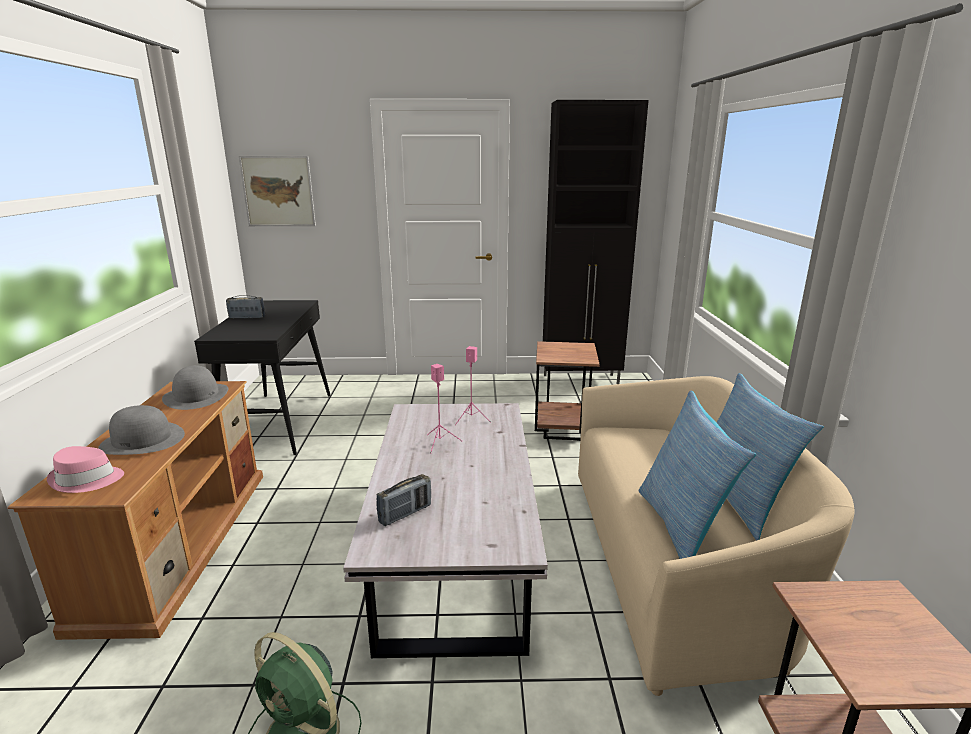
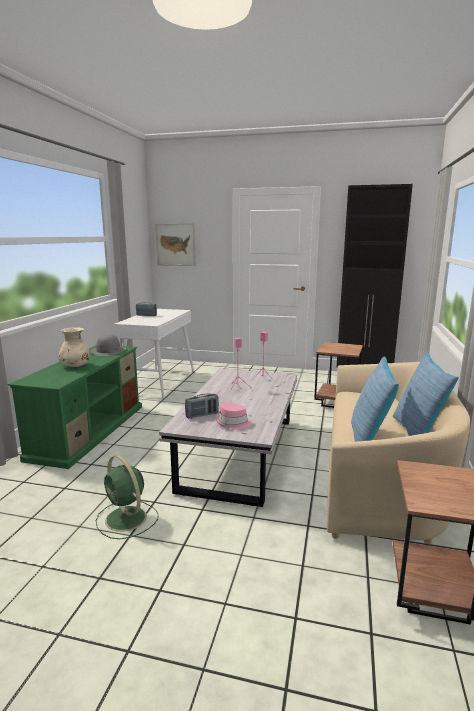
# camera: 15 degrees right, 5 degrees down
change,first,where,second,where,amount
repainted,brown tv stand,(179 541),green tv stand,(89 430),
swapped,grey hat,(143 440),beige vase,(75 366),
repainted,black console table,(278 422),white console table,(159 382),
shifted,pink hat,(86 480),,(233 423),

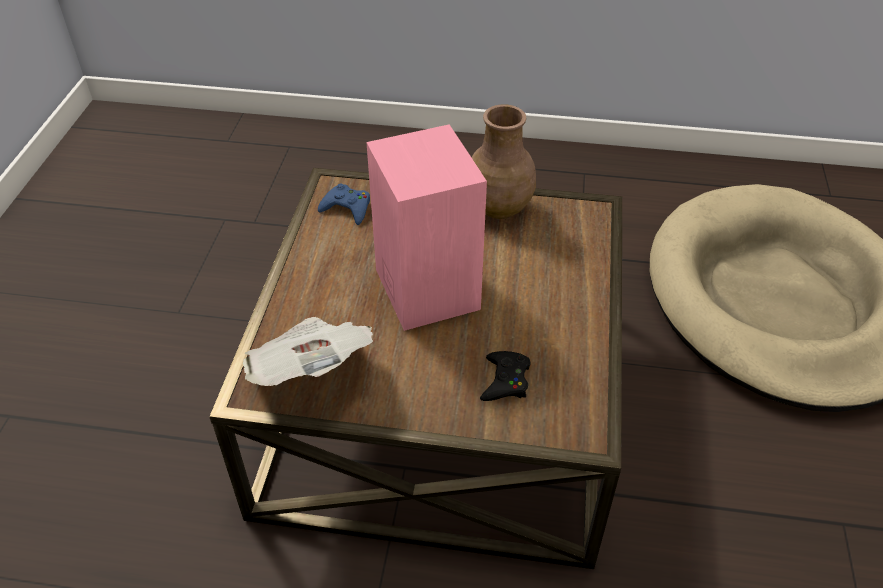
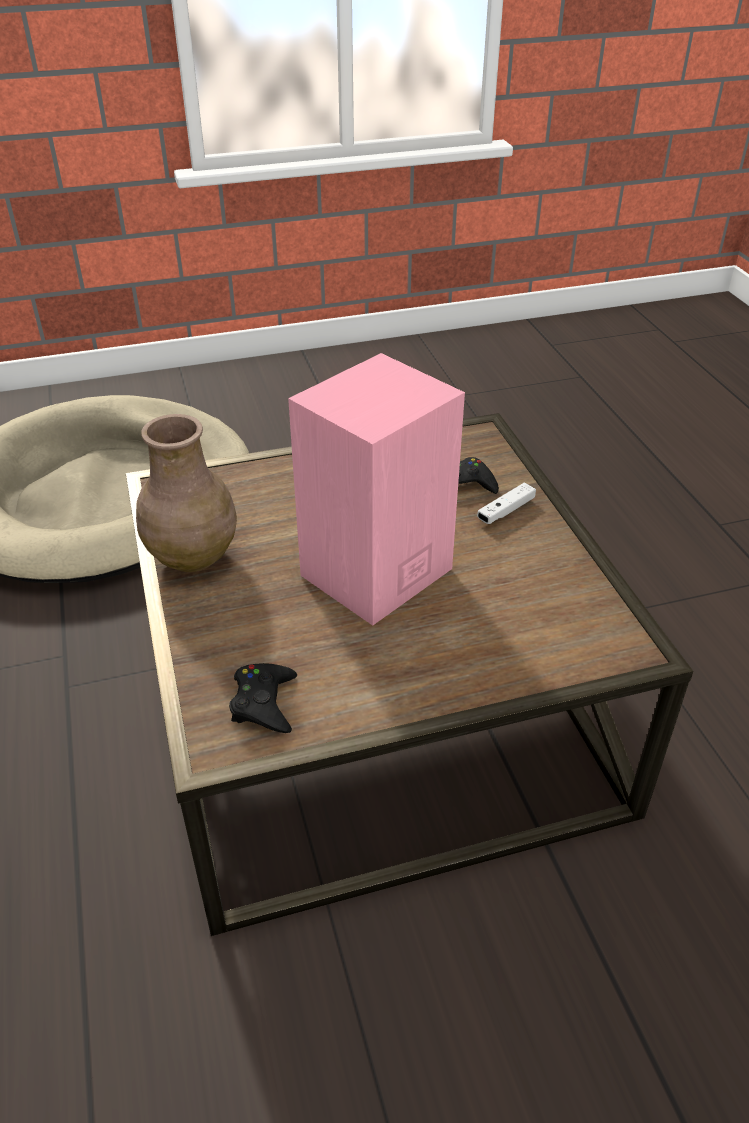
# camera: 115 degrees left, 5 degrees down
change,first,where,second,where,amount
repainted,blue game controller,(347 208),black game controller,(264 703),
new,,,white game controller,(506 511),
gone,newspaper,(310 371),,,

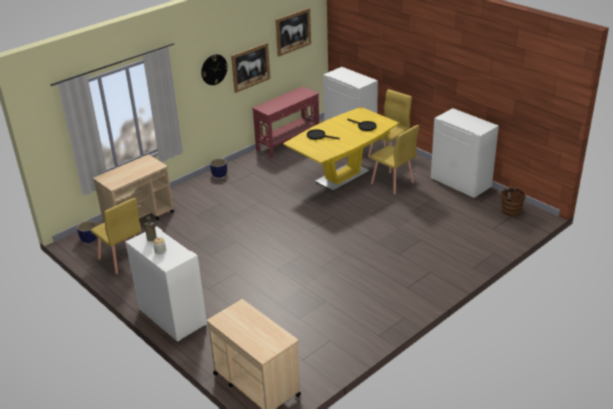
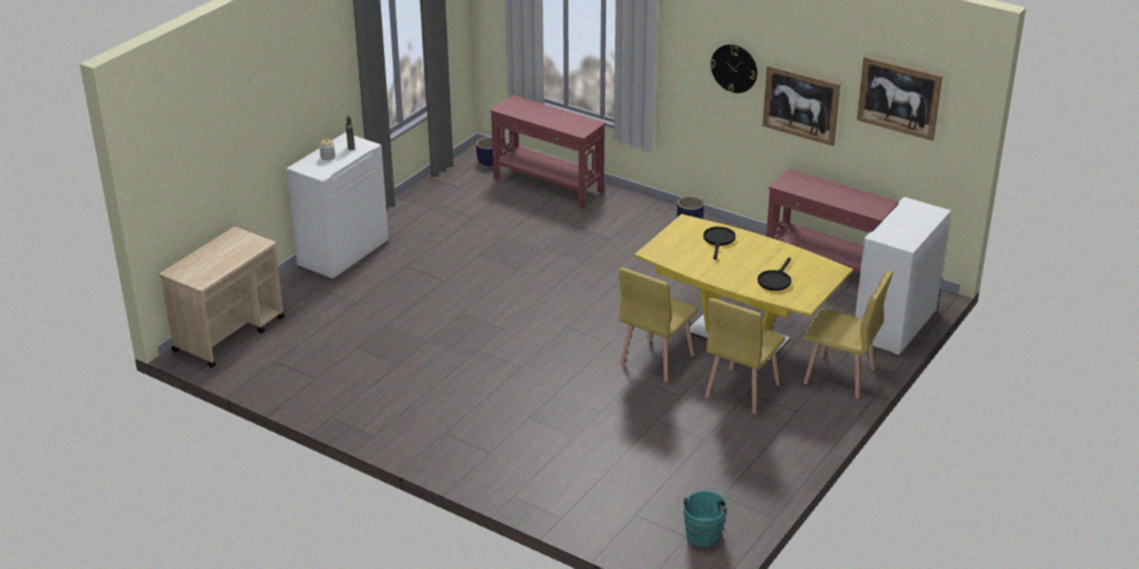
# camera: 75 degrees right, 0 degrees up
change,first,where,second,where,amount
swapped,beige cart,(139 218),red console table,(548 185),
shifted,yellow chair,(121 259),,(656 359),
repainted,brown bucket,(509 210),turquoise bucket,(704 533),
gone,white cabinet,(461 183),,,

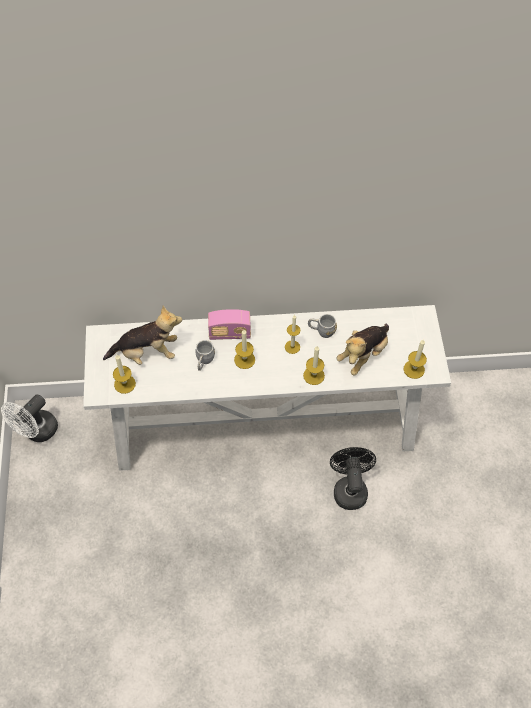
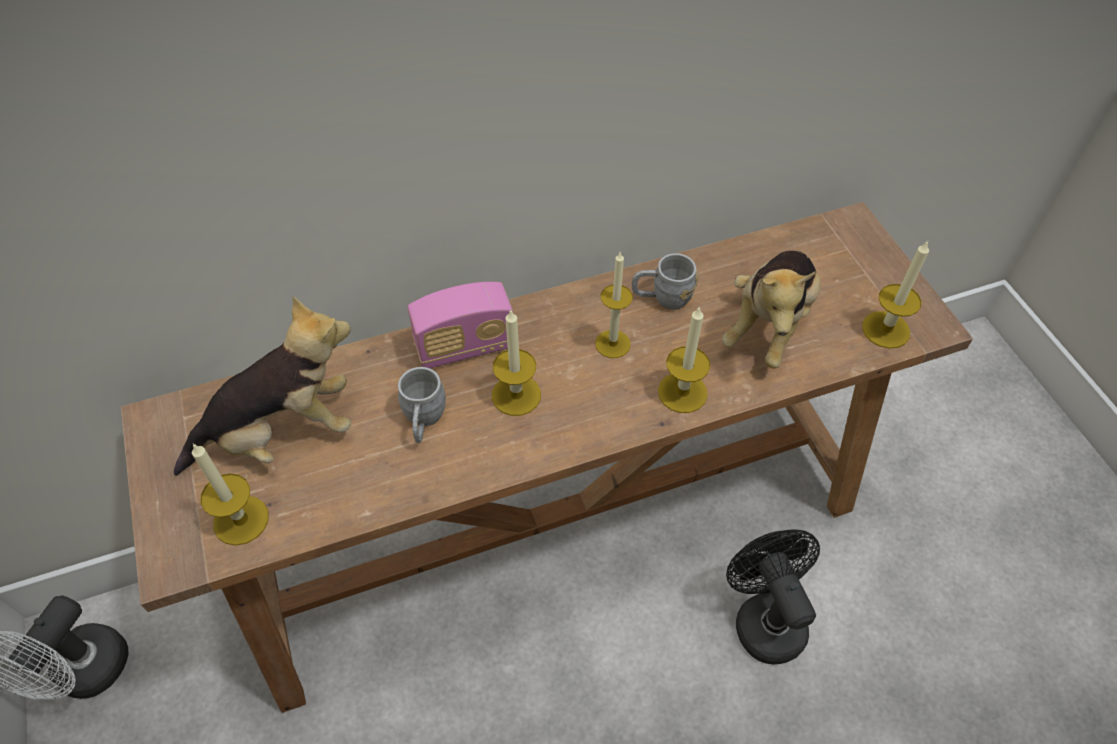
# camera: 15 degrees left, 5 degrees down
change,first,where,second,where,amount
repainted,white console table,(266 425),brown console table,(561 534),

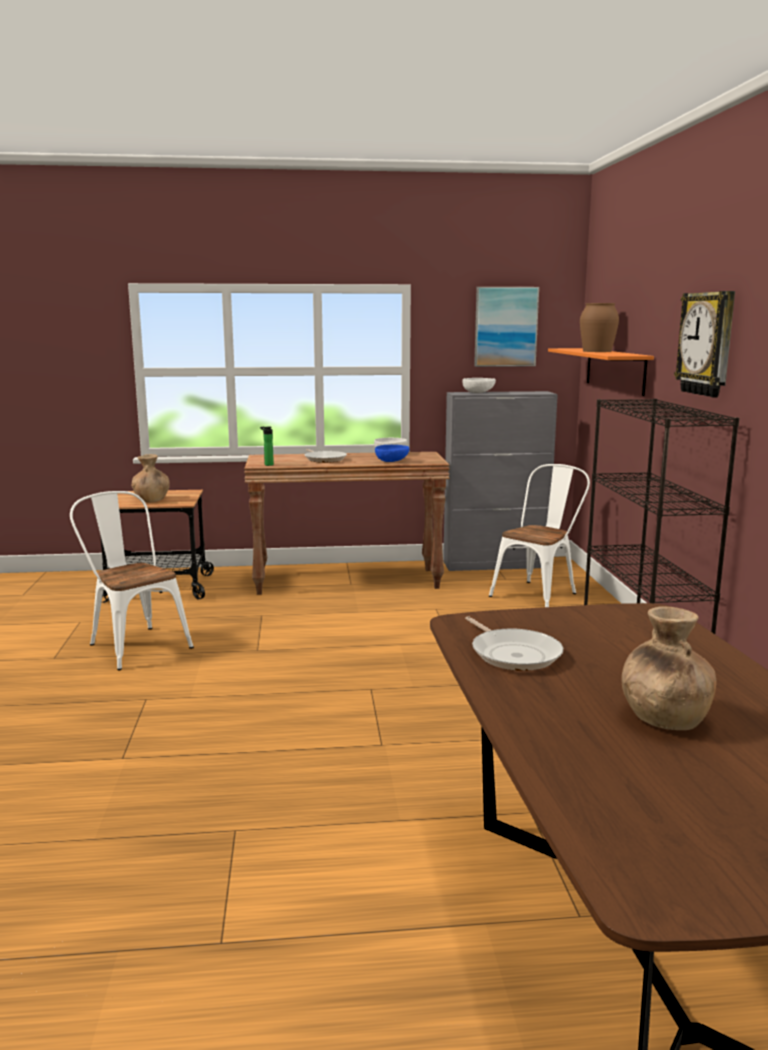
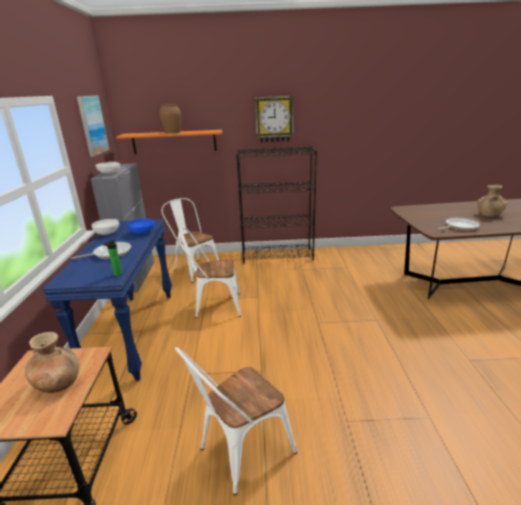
# camera: 85 degrees left, 10 degrees up
change,first,where,second,where,amount
repainted,brown console table,(347 581),blue console table,(133 332),
new,,,white chair,(214 306),

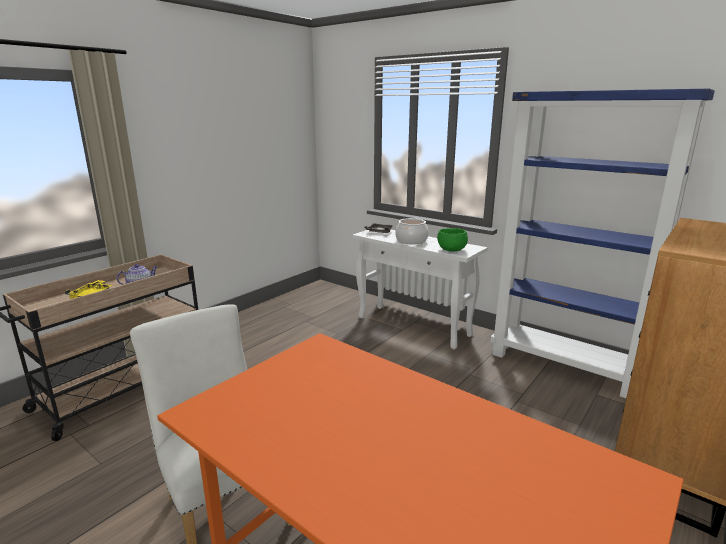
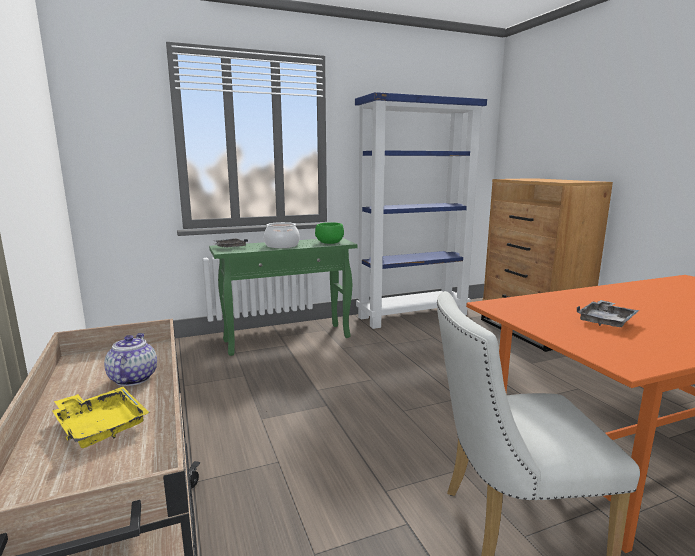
# camera: 60 degrees left, 5 degrees down
change,first,where,second,where,amount
repainted,white console table,(414 326),green console table,(288 339),
new,,,grey tray,(606 321),

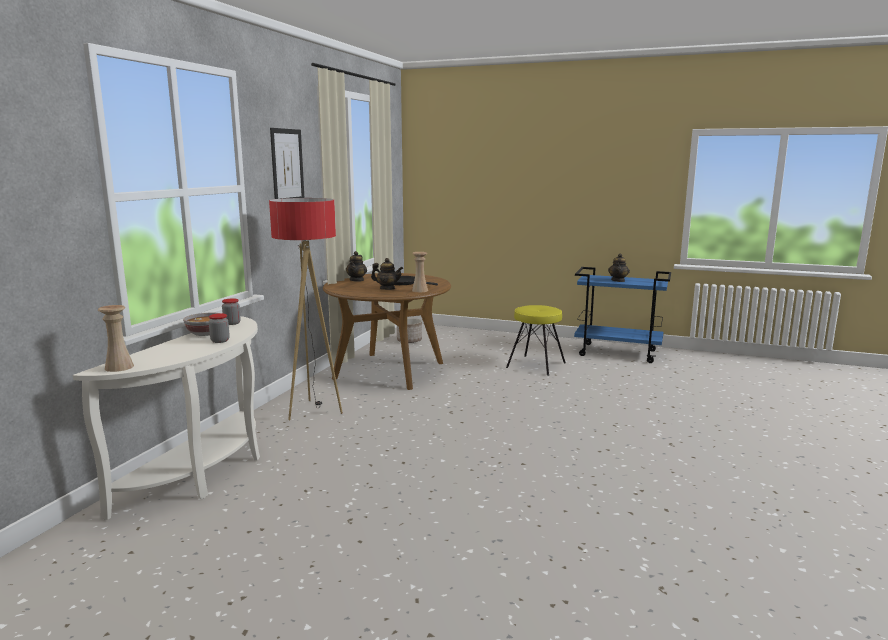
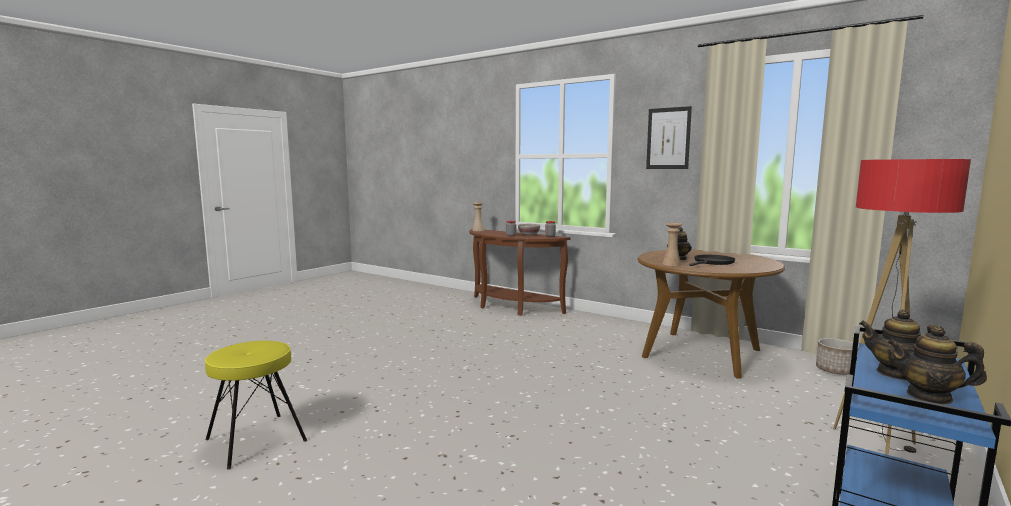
# camera: 105 degrees right, 5 degrees down
change,first,where,second,where,amount
shifted,yellow stool,(536 365),,(255 440),
repainted,white console table,(206 472),brown console table,(510 307),
shifted,floor lamp,(313 411),,(877 445),
shifted,teapot,(357 280),,(929 396),

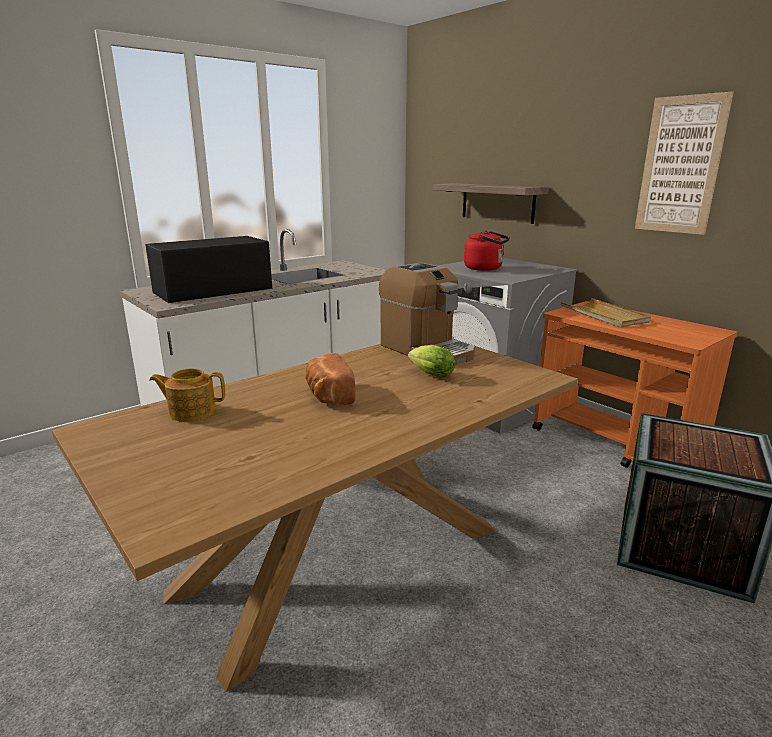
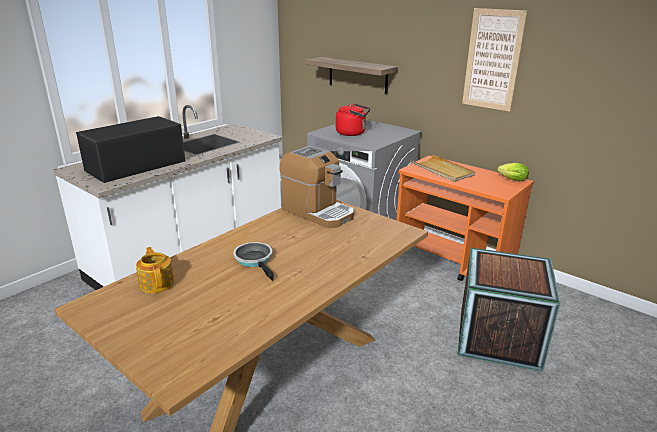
# camera: 10 degrees left, 5 degrees up
change,first,where,second,where,amount
rotated,teapot,(191 411),,(157 283),75 degrees clockwise
swapped,bread,(328 395),frying pan,(255 260),
shifted,lettuce,(429 374),,(511 180),

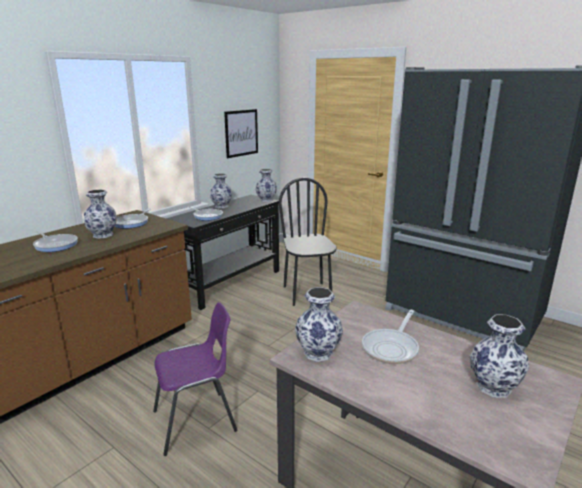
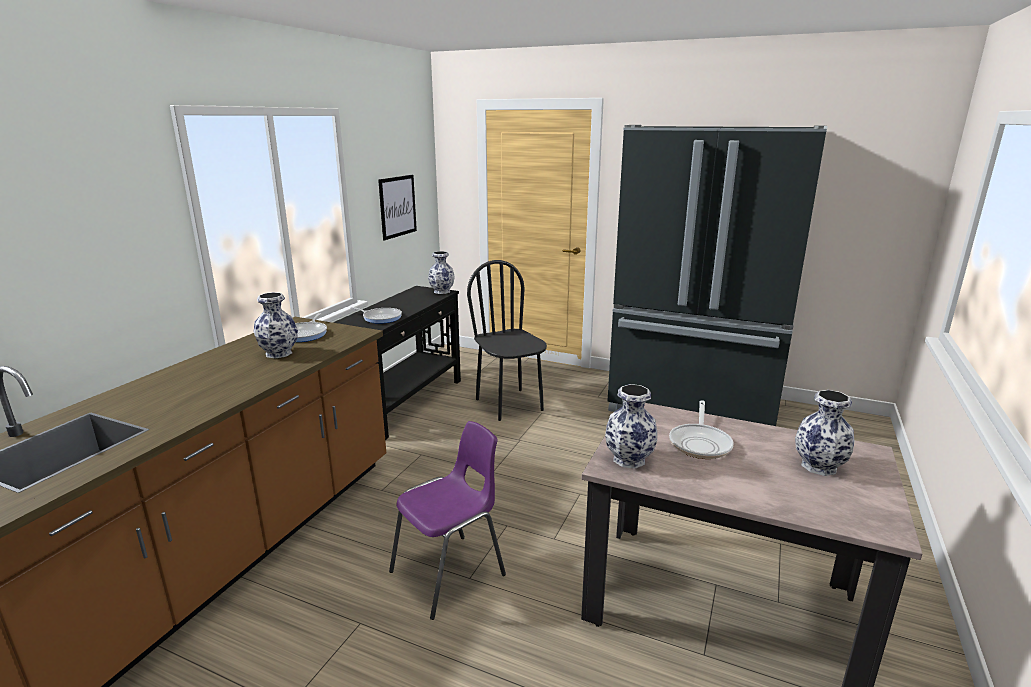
# camera: 15 degrees left, 0 degrees up
change,first,where,second,where,amount
gone,frying pan,(55 245),,,
gone,vase,(221 206),,,

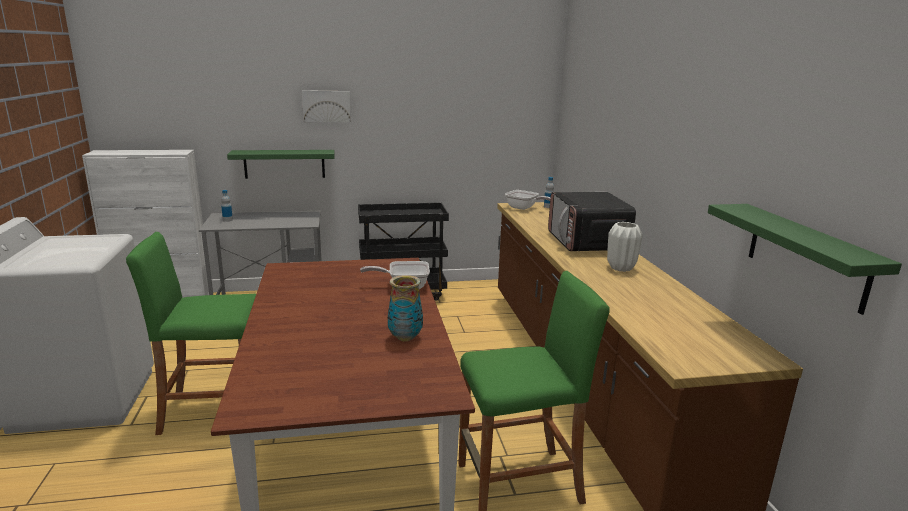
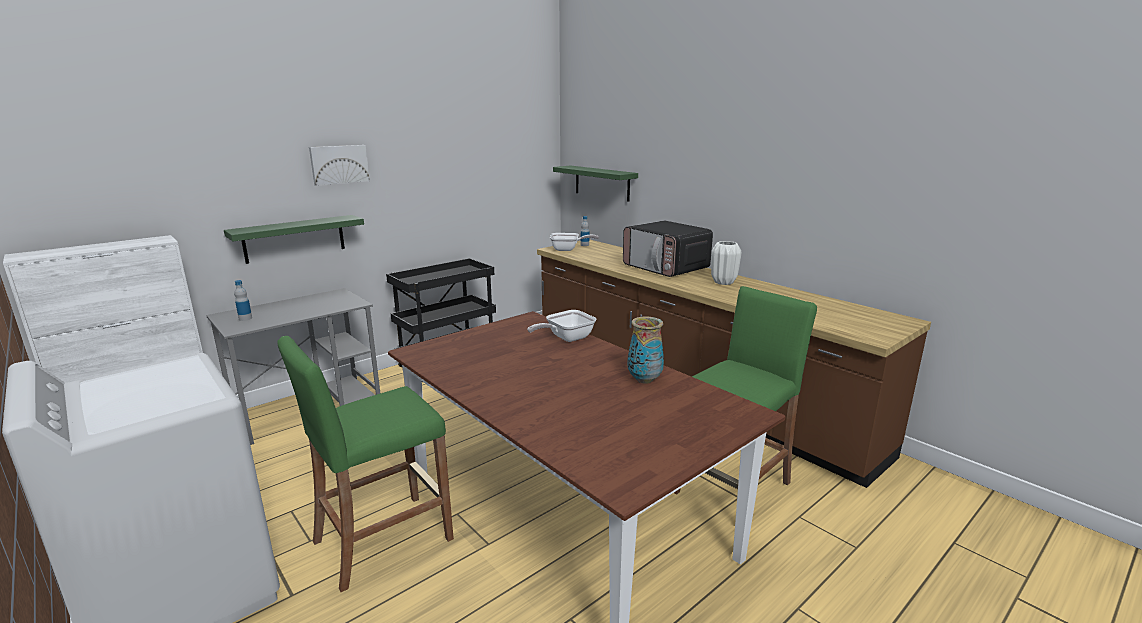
# camera: 30 degrees left, 0 degrees up
change,first,where,second,where,amount
shifted,green shelf,(806 255),,(602 183),

